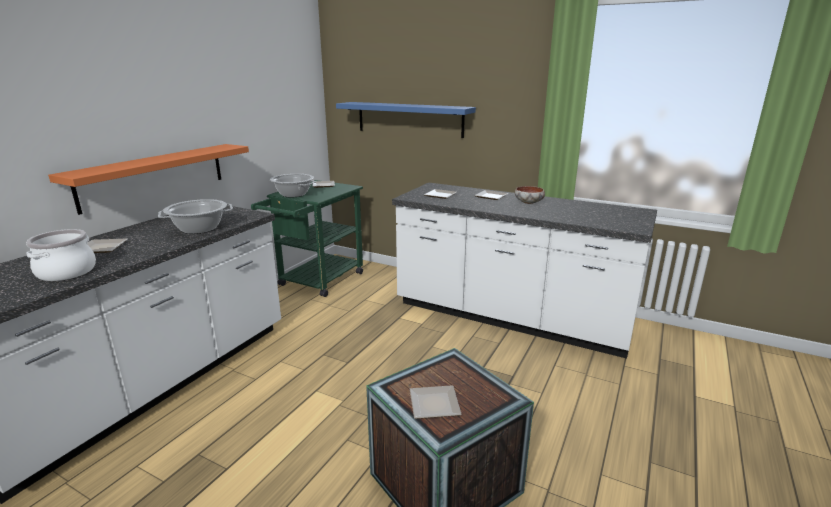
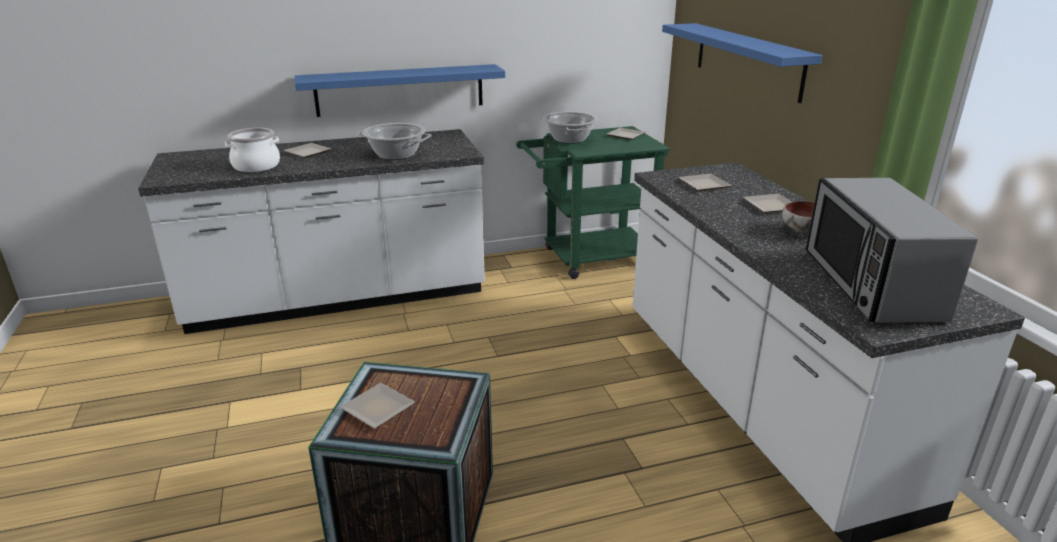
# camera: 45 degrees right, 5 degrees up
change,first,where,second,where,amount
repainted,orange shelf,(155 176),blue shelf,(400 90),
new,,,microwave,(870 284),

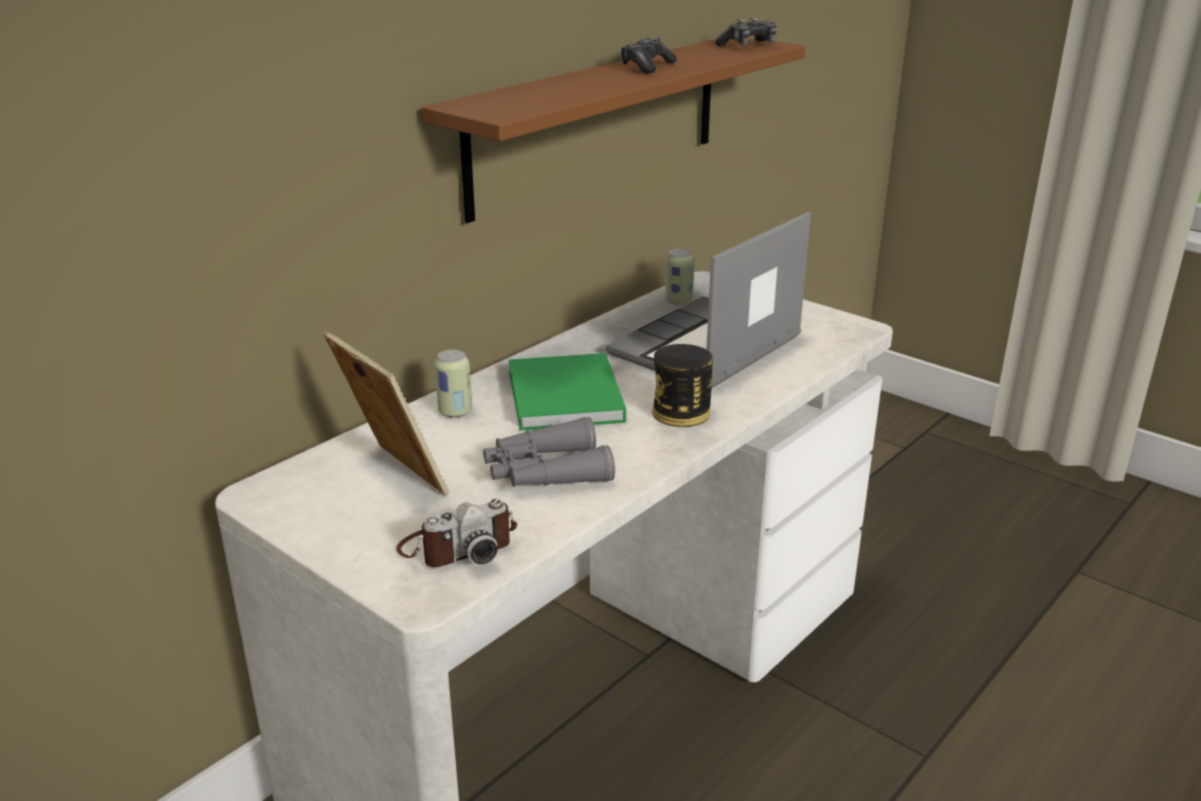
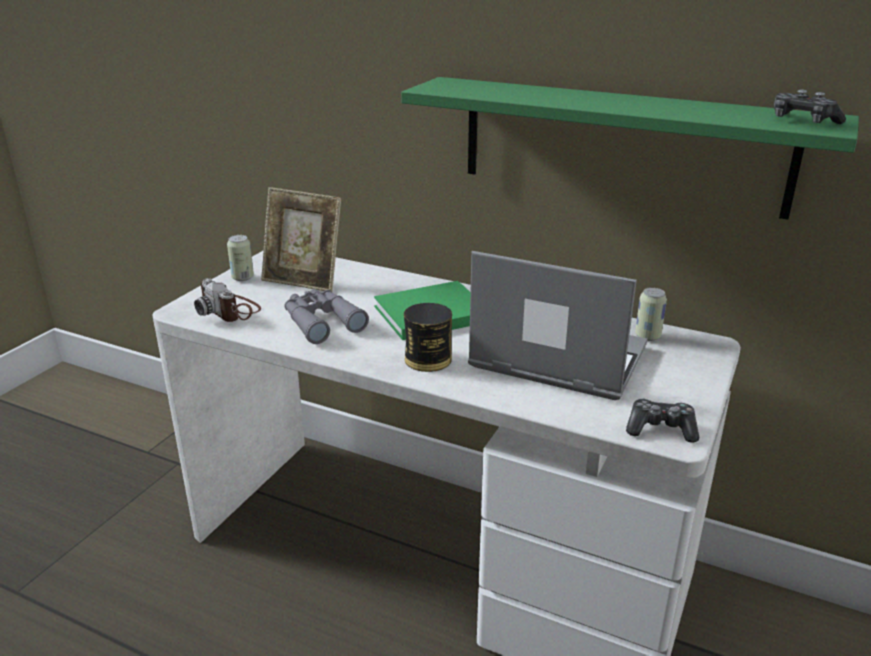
# camera: 75 degrees right, 0 degrees up
change,first,where,second,where,amount
shifted,can,(455 411),,(242 277),
rotated,picture frame,(393 476),,(303 281),75 degrees clockwise
repainted,brown shelf,(598 123),green shelf,(621 145),
shifted,game controller,(646 67),,(661 429),

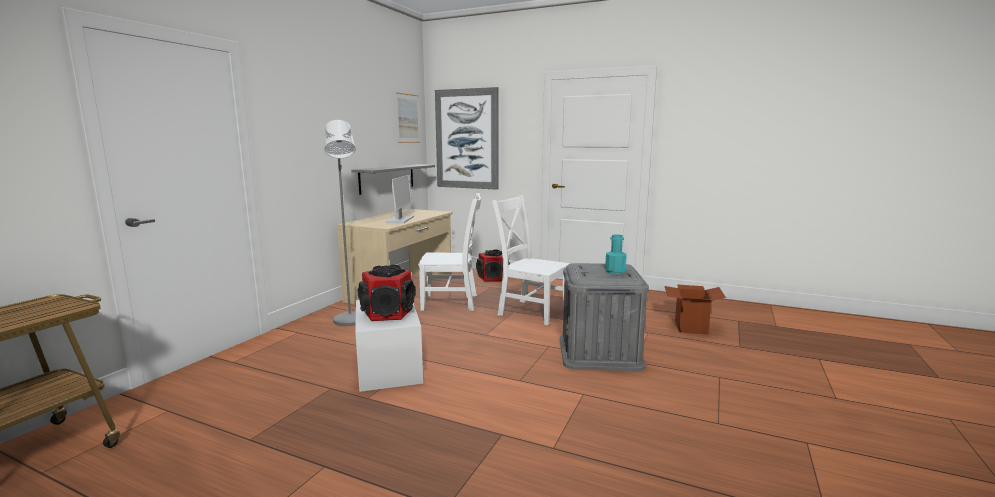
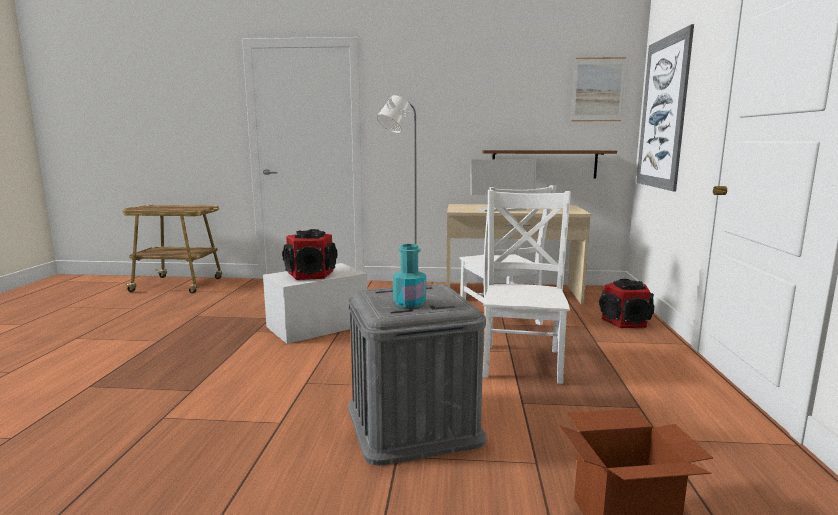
# camera: 70 degrees right, 0 degrees up
change,first,where,second,where,amount
repainted,grey shelf,(387 178),brown shelf,(544 164),

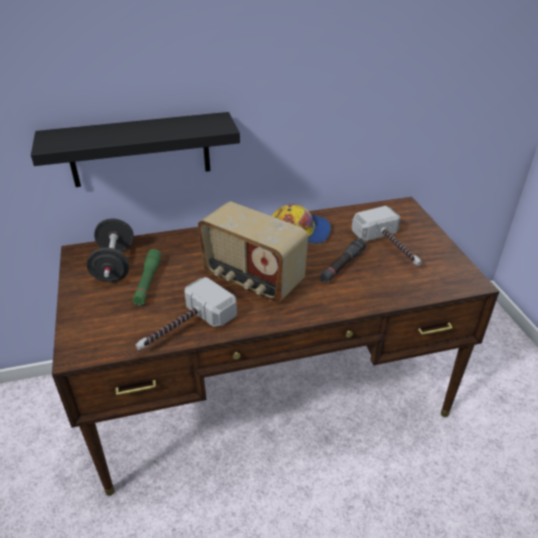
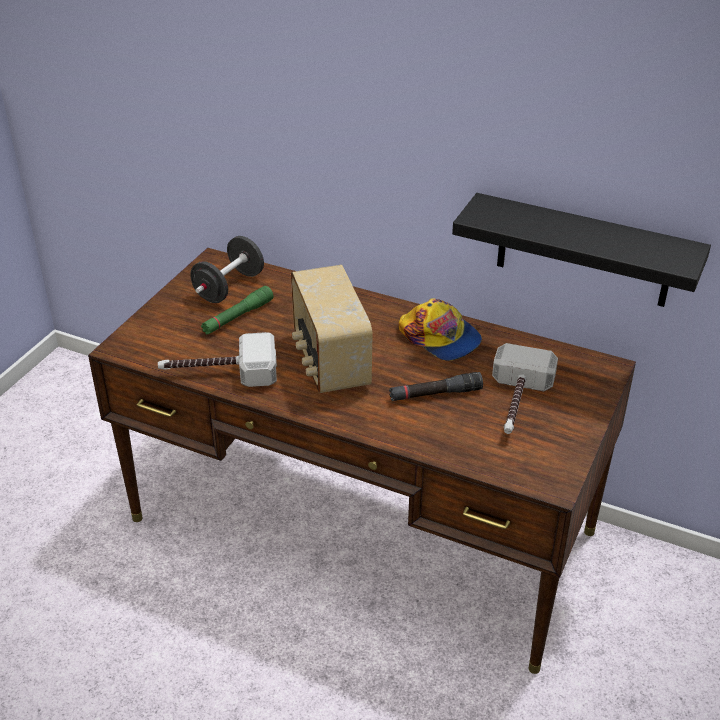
# camera: 40 degrees right, 0 degrees up
change,first,where,second,where,amount
shifted,black shelf,(140 150),,(583 251),

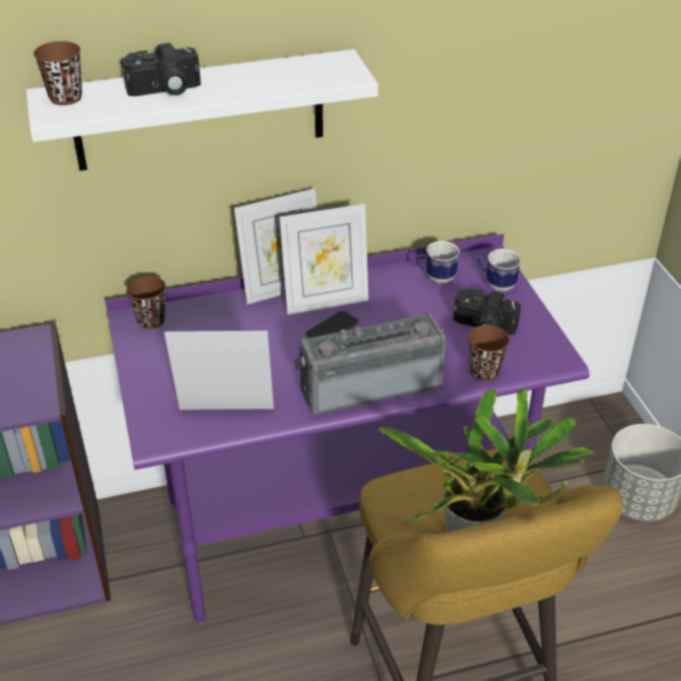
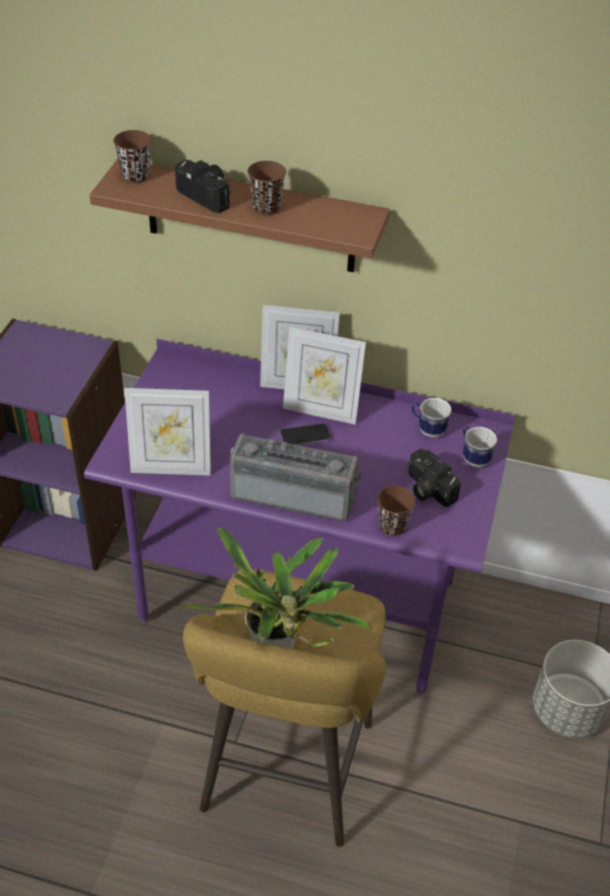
# camera: 30 degrees right, 5 degrees up
change,first,where,second,where,amount
repainted,white shelf,(199 111),brown shelf,(250 217),
rotated,picture frame,(226 415),,(171 468),150 degrees clockwise
rotated,photo camera,(164 90),,(208 195),150 degrees counterclockwise
shifted,brown cup,(151 321),,(266 208),

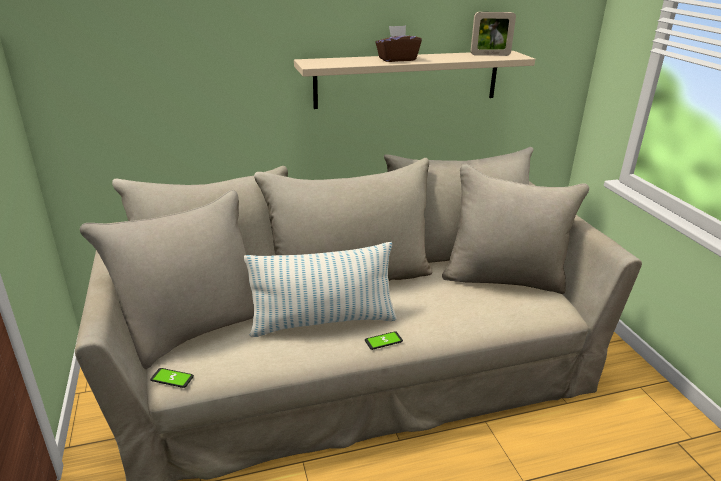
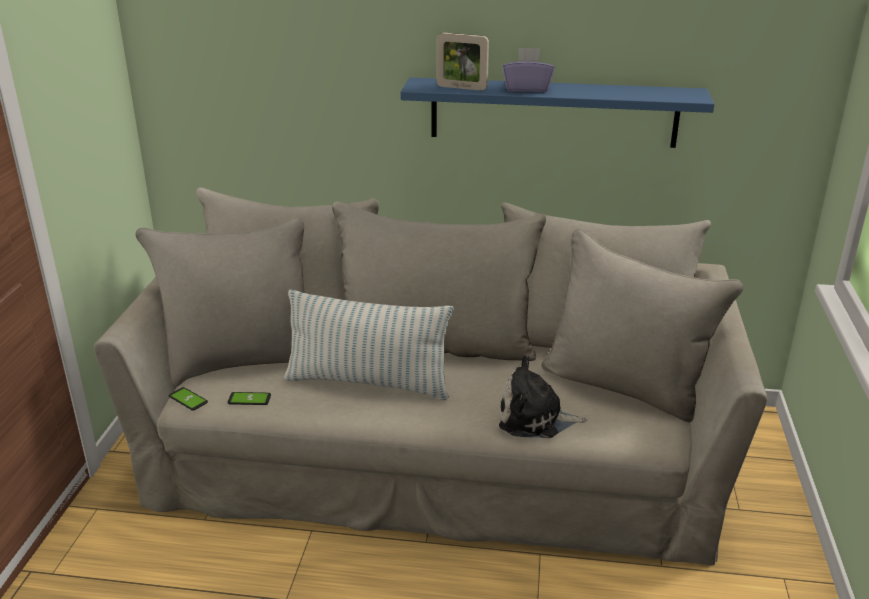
# camera: 25 degrees right, 0 degrees up
change,first,where,second,where,amount
shifted,phone,(383 341),,(249 399),
repainted,beige shelf,(408 79),blue shelf,(553 112),
shifted,picture frame,(490 55),,(461 87),
new,,,plush toy,(535 419),
repainted,brown tissue box,(397 59),purple tissue box,(527 88),

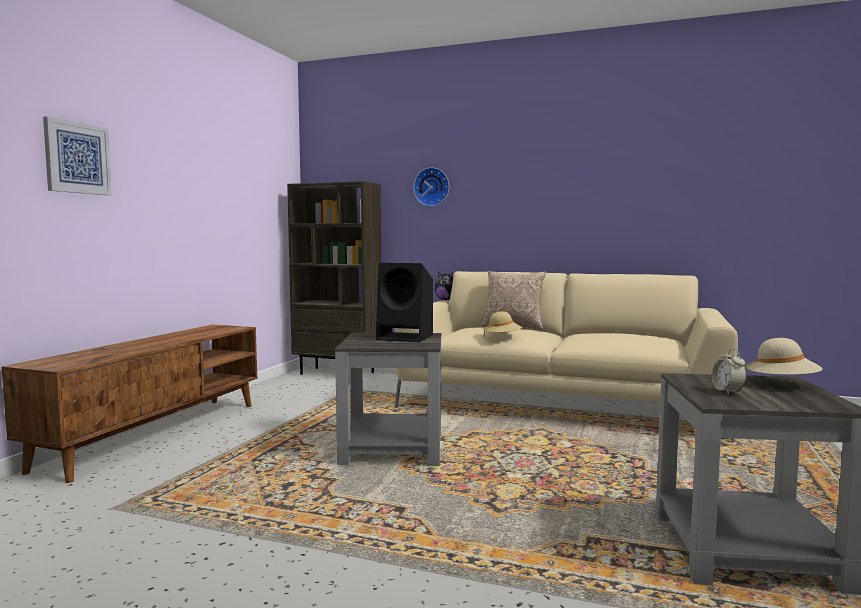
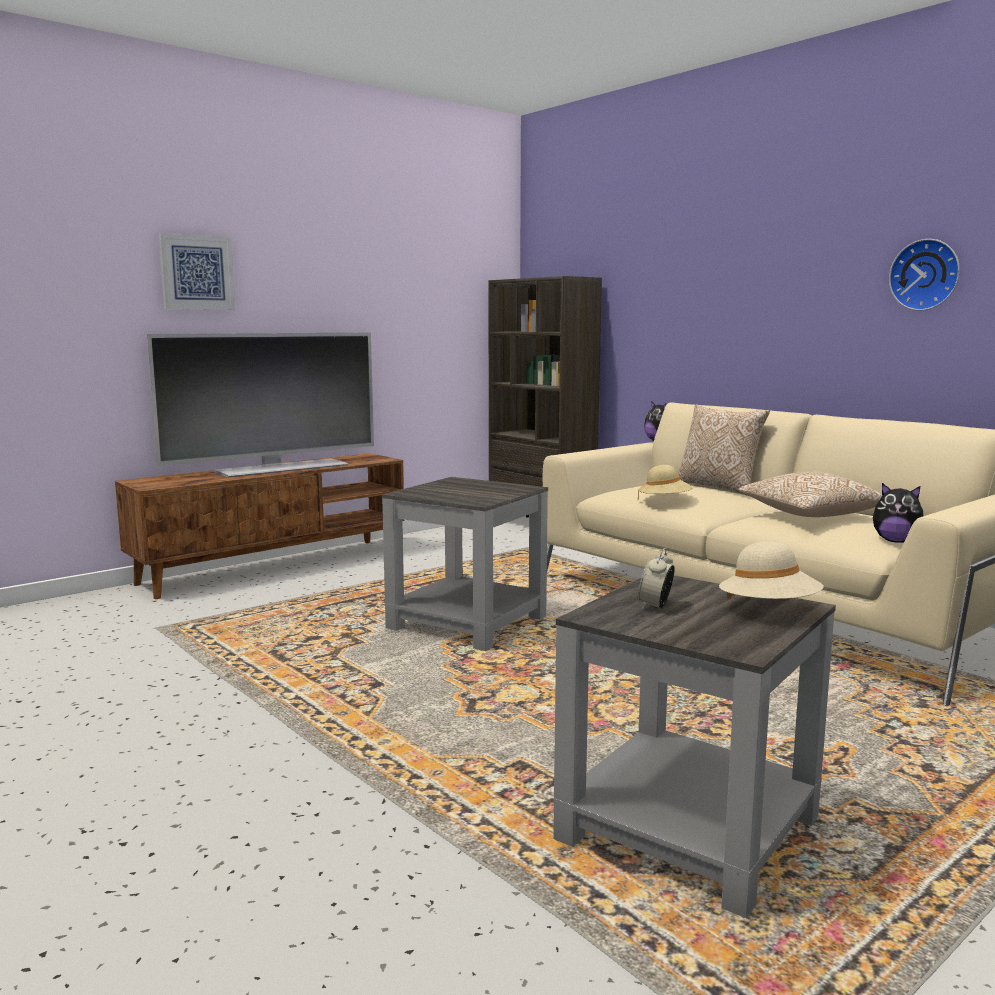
# camera: 30 degrees right, 5 degrees up
change,first,where,second,where,amount
new,,,television,(281 468),
new,,,pillow,(808 515),
new,,,plush toy,(896 541),
shifted,wall clock,(432 187),,(926 275),
gone,black speaker,(406 337),,,

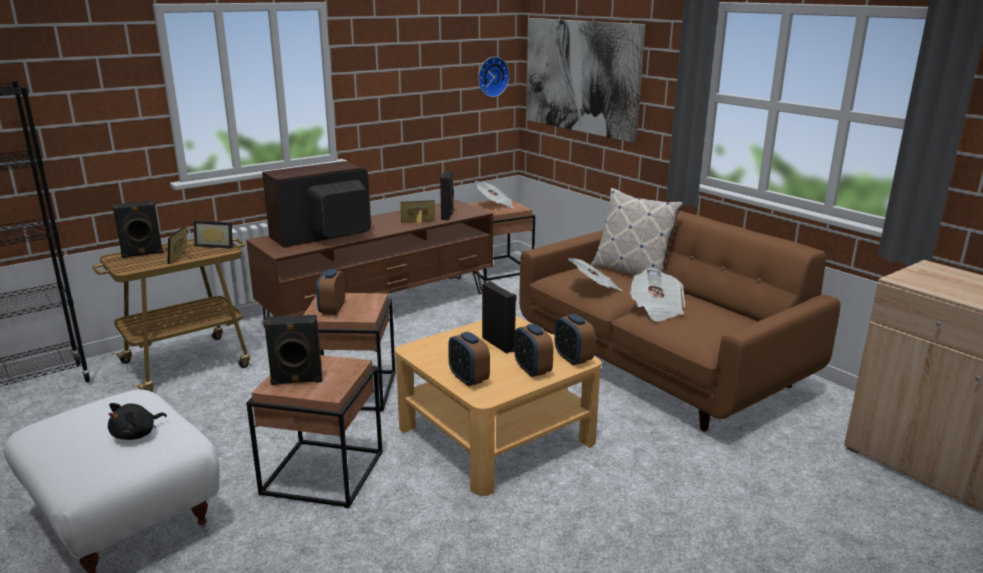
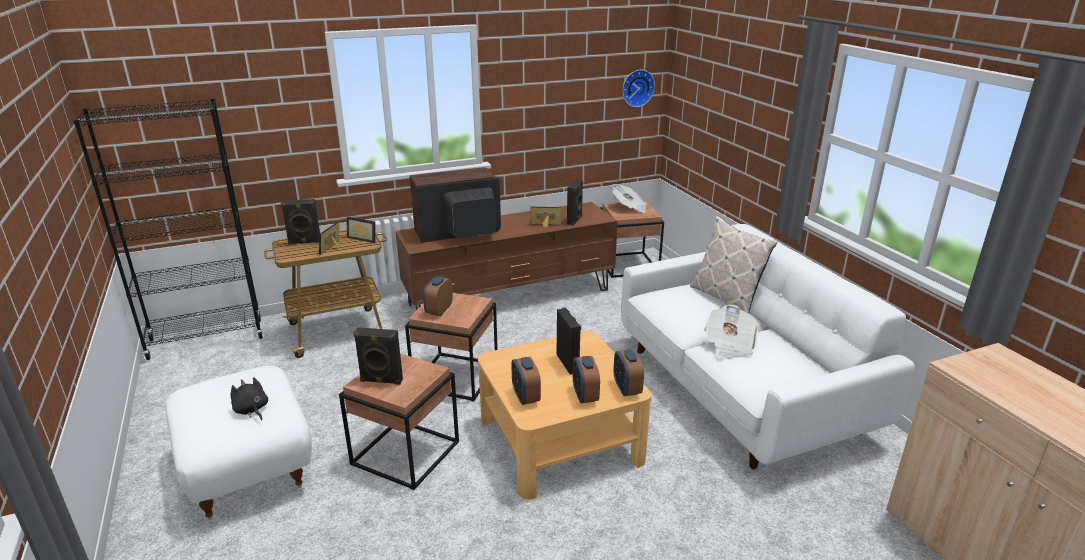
# camera: 15 degrees right, 5 degrees up
change,first,where,second,where,amount
rotated,black plush toy,(137 434),,(251 410),90 degrees clockwise
repainted,brown sofa,(659 364),white sofa,(739 389),
gone,picture,(581 76),,,
gone,newspaper,(595 288),,,

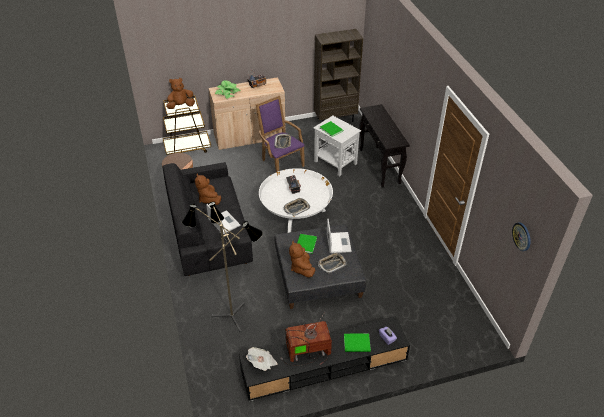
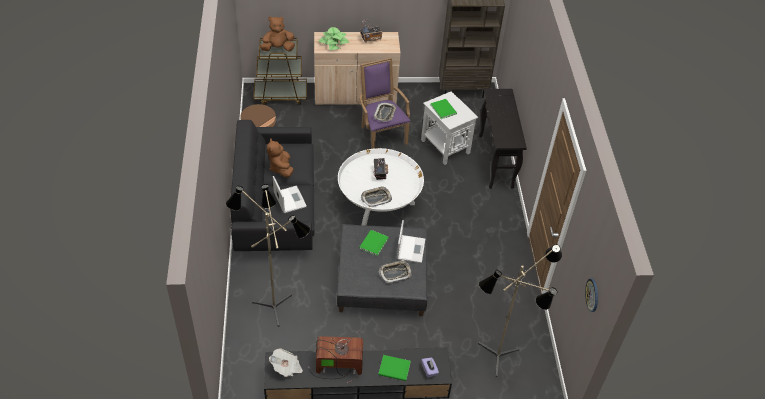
# camera: 10 degrees right, 5 degrees up
change,first,where,second,where,amount
new,,,floor lamp,(500 360),
gone,brown plush toy,(301 268),,,

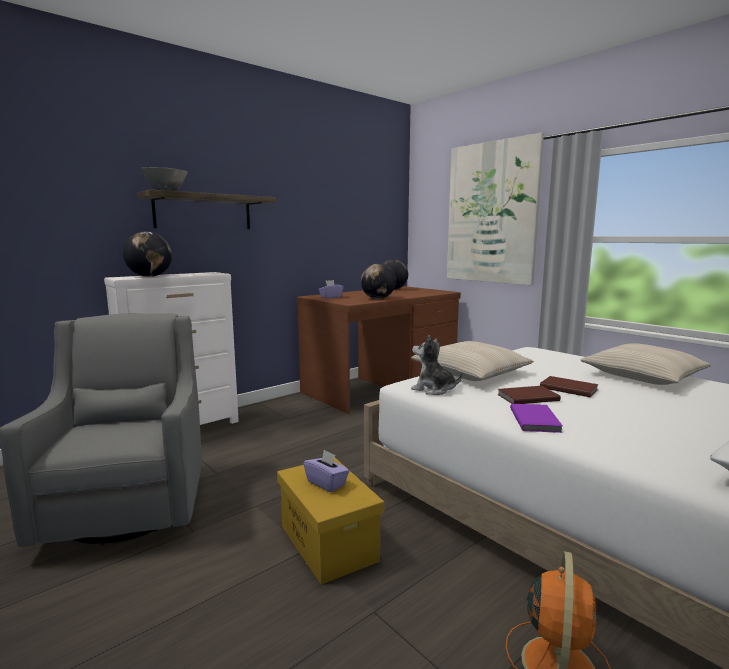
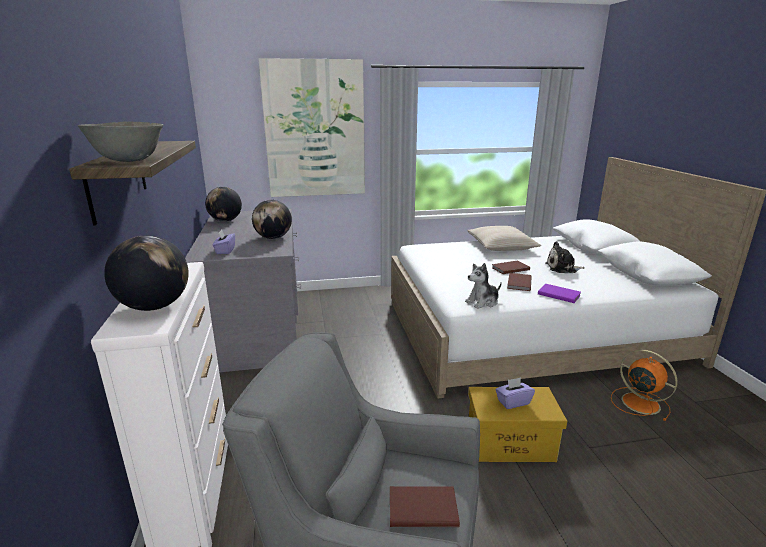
# camera: 60 degrees left, 10 degrees up
change,first,where,second,where,amount
repainted,brown desk,(381 387),grey desk,(257 326),
new,,,brown book,(421 507),
new,,,plush toy,(562 268),
gone,beige pillow,(471 373),,,

